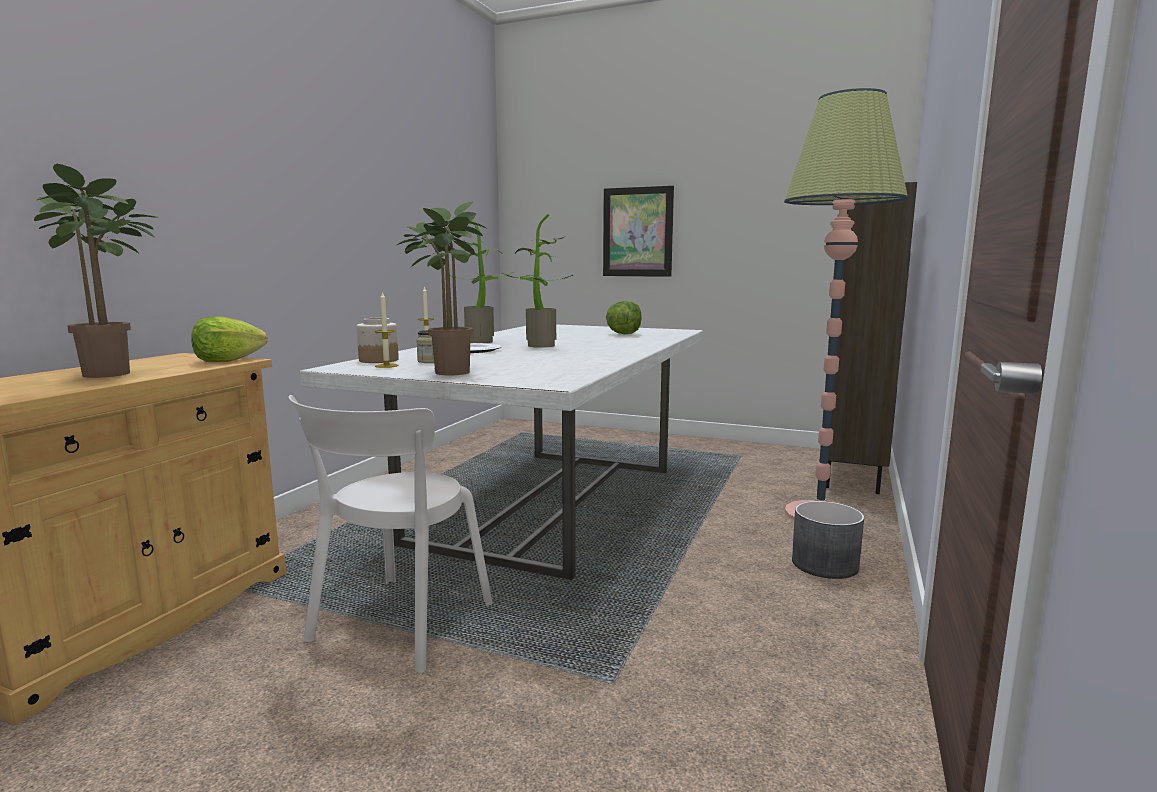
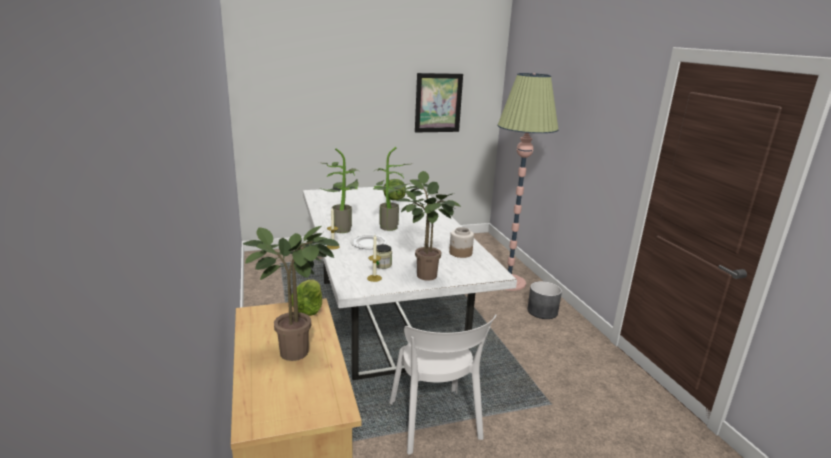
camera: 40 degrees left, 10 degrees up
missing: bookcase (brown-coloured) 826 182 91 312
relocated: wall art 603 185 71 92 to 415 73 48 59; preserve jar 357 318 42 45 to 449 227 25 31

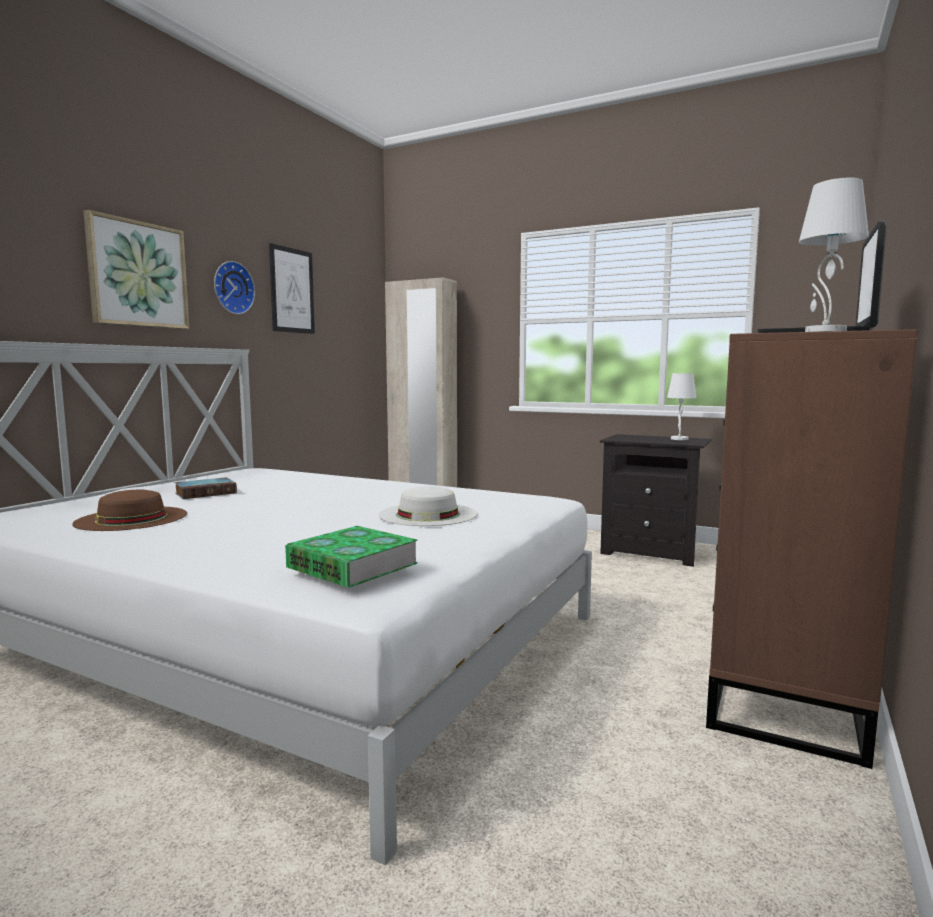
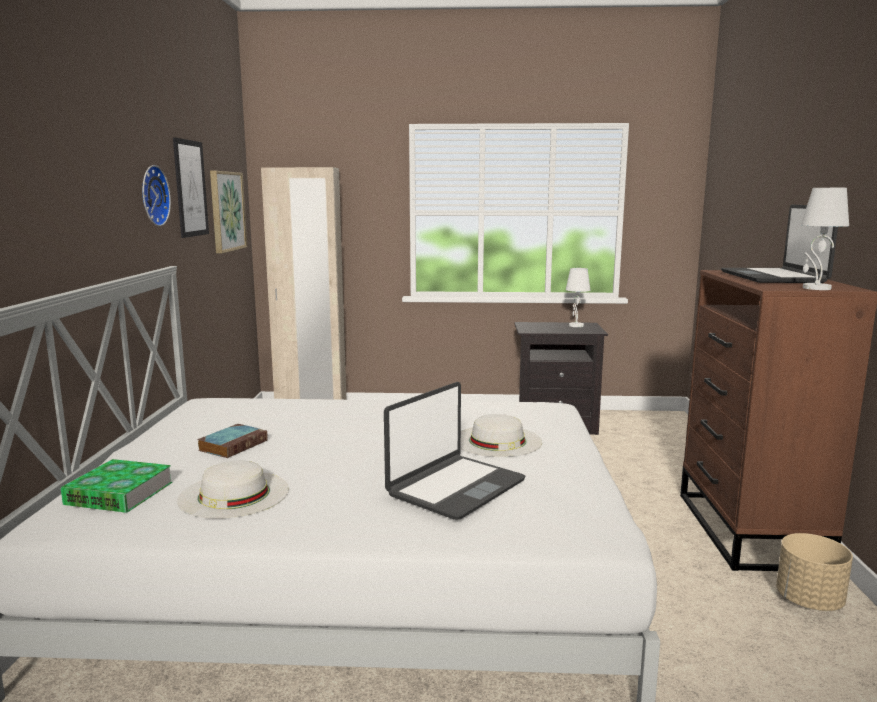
camera: 25 degrees left, 5 degrees up
appeared: laptop 384 382 141 138; plant pot (beige) 776 533 77 78
relocated: wall art 83 210 107 119 to 210 171 37 83; volume 285 526 133 62 to 61 459 111 54
colour: clothing hat (brown-coloured) 72 490 115 41 to clothing hat (white) 177 461 112 58

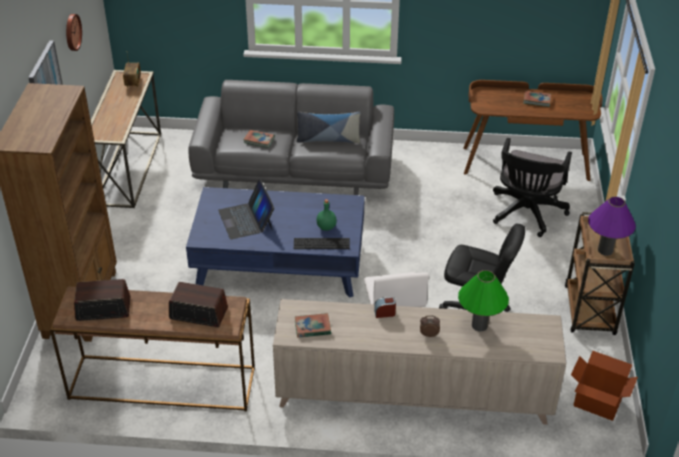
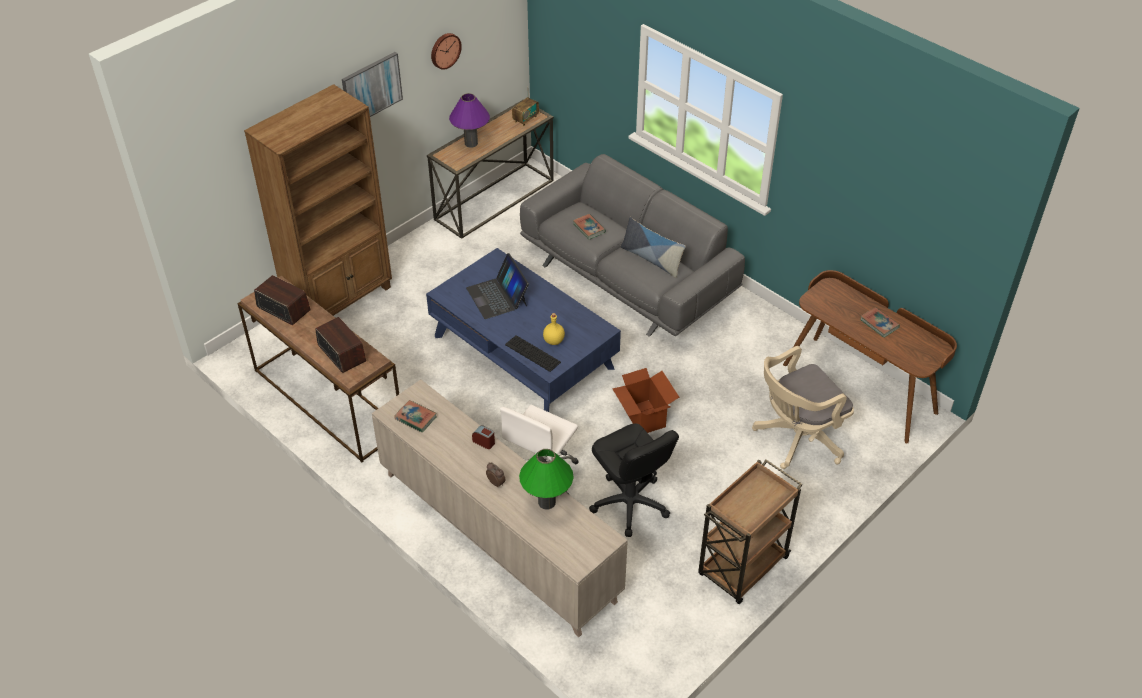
camera: 40 degrees right, 5 degrees up
relocated: tabletop lamp (purplish) 588 197 48 59 to 449 93 41 55; packing box 571 351 67 70 to 612 368 67 65
colour: desk chair (black-coloured) 493 138 79 99 to desk chair (beige) 752 346 102 123; drink bottle (green) 316 199 21 32 to drink bottle (yellow) 543 313 22 32
spun: laptop 218 179 56 61 = 466 253 63 66 45 degrees counterclockwise

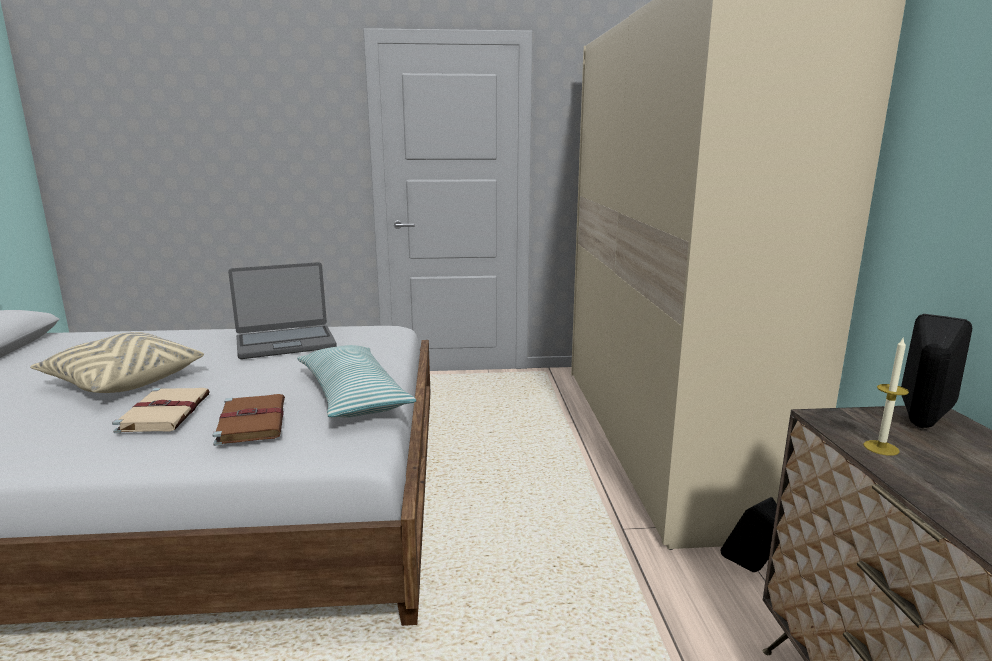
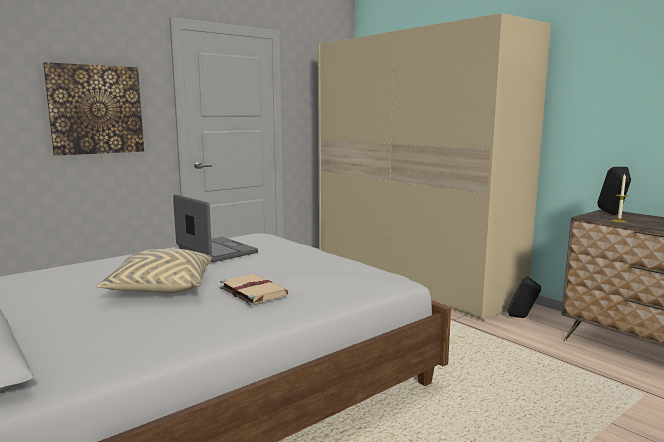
camera: 35 degrees left, 5 degrees down
missing: pillow 297 345 119 73; volume (brown-coloured) 212 394 73 52
appeared: wall art 43 62 101 94
spun: laptop 228 262 109 97 = 173 194 85 68 75 degrees counterclockwise

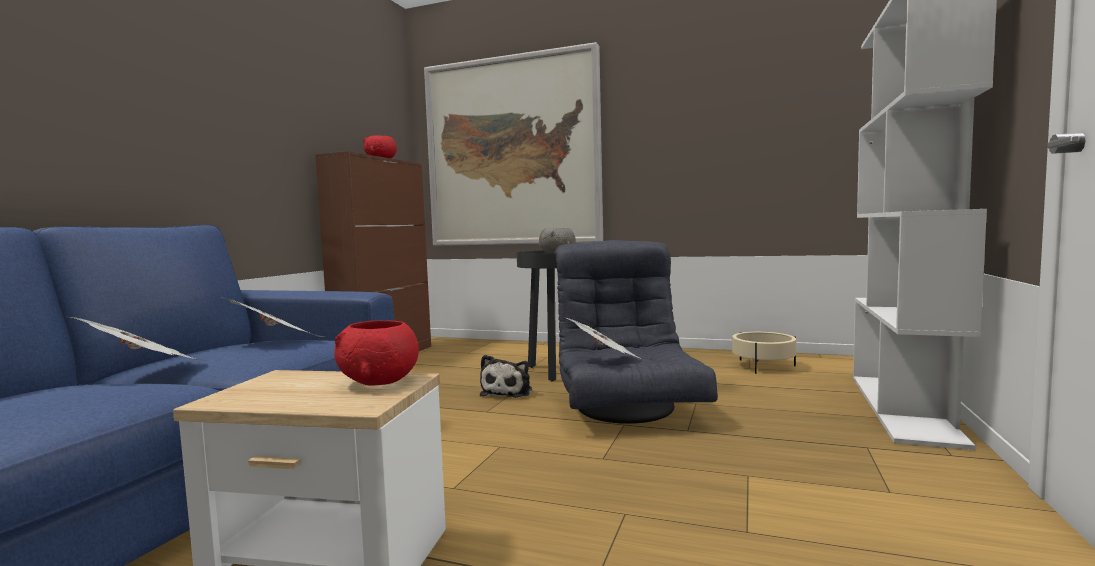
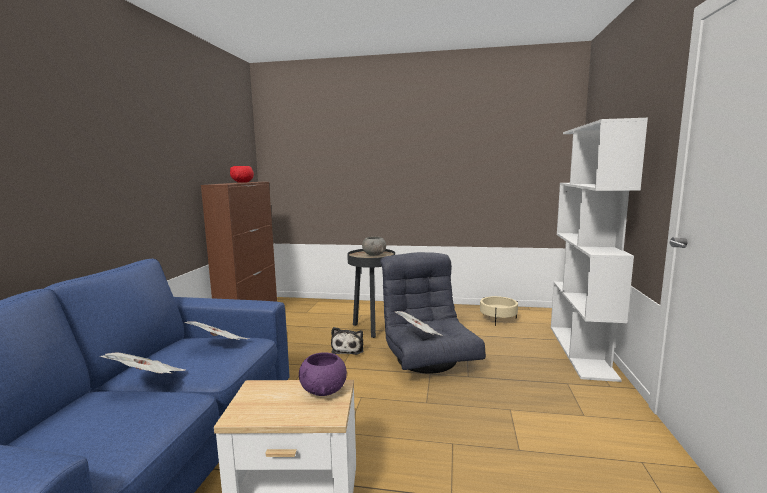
camera: 10 degrees left, 5 degrees up
missing: wall art 424 42 179 204
colour: serving bowl (reddish) 335 320 84 66 to serving bowl (purplish) 299 352 48 44

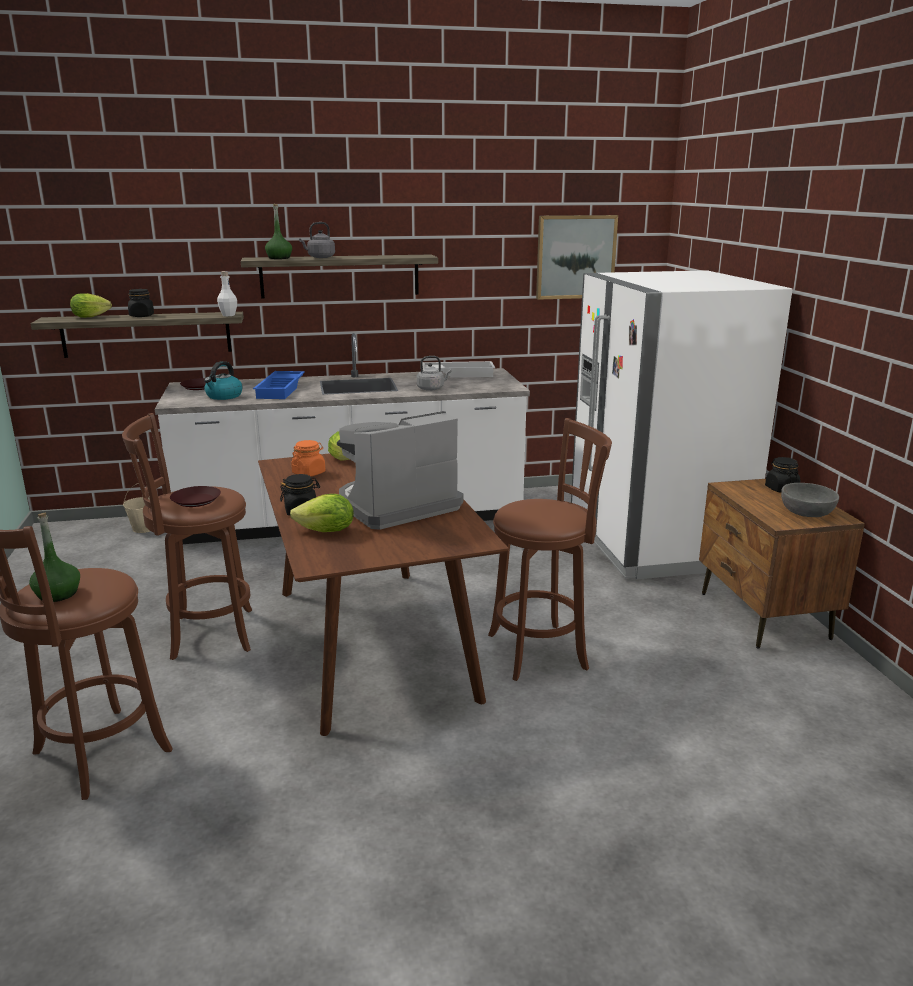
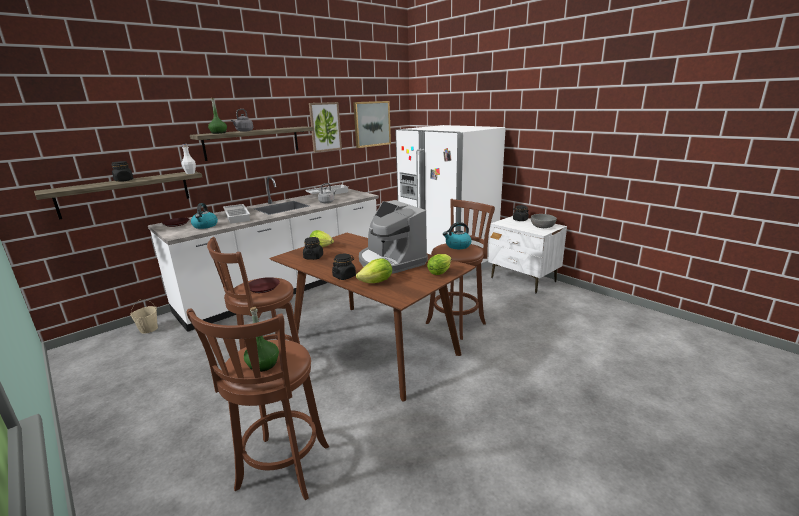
camera: 30 degrees left, 0 degrees up
appeared: wall art 309 102 33 51; water kettle 443 222 29 27
relocated: head of lettuce 70 293 42 25 to 427 254 24 21
colour: tray (blue) 253 371 52 28 to tray (white) 223 204 27 20; preserve jar (orange-coloured) 291 440 34 36 to preserve jar (black-coloured) 303 237 20 23; night table (brown-coloured) 699 479 166 170 to night table (white) 488 216 79 77
spun: coffee brewer 337 411 126 119 = 359 200 69 74 60 degrees counterclockwise

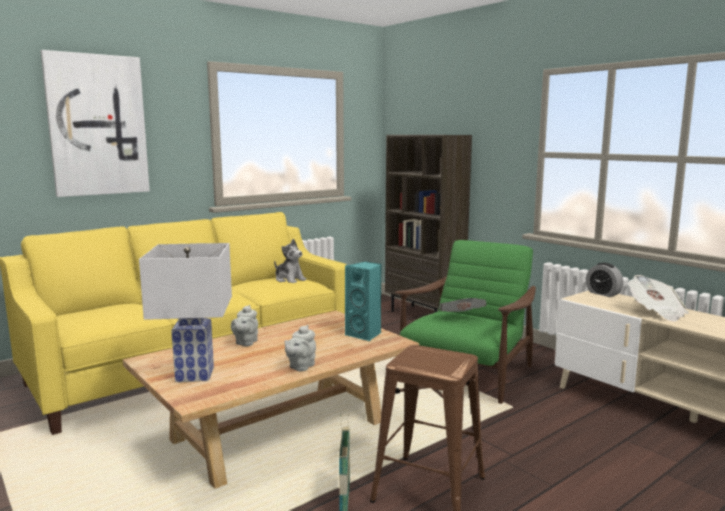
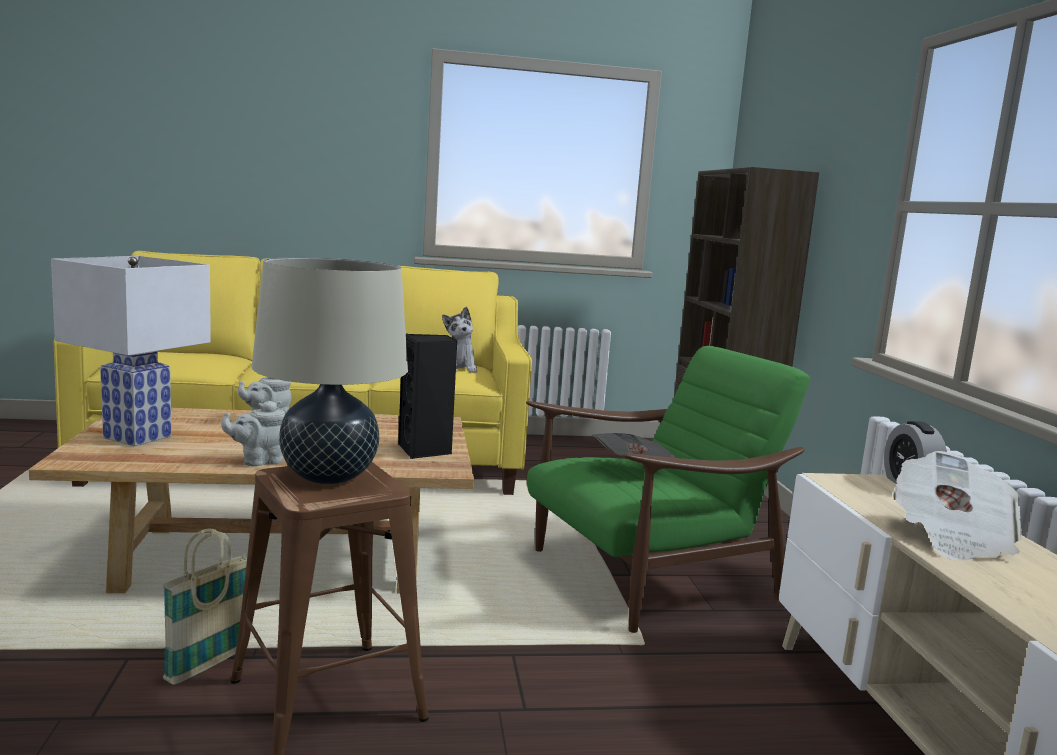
camera: 30 degrees right, 0 degrees up
missing: wall art 41 50 109 147
appeared: tabletop lamp (beige) 252 257 156 227
colour: loudspeaker (turquoise-coloured) 345 261 36 80 to loudspeaker (black-coloured) 398 334 59 125

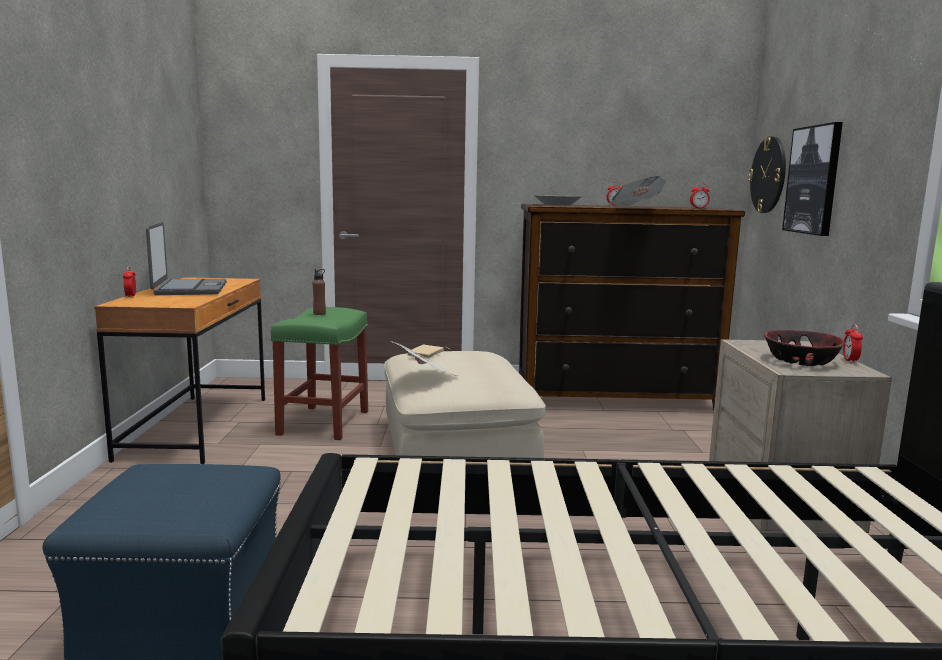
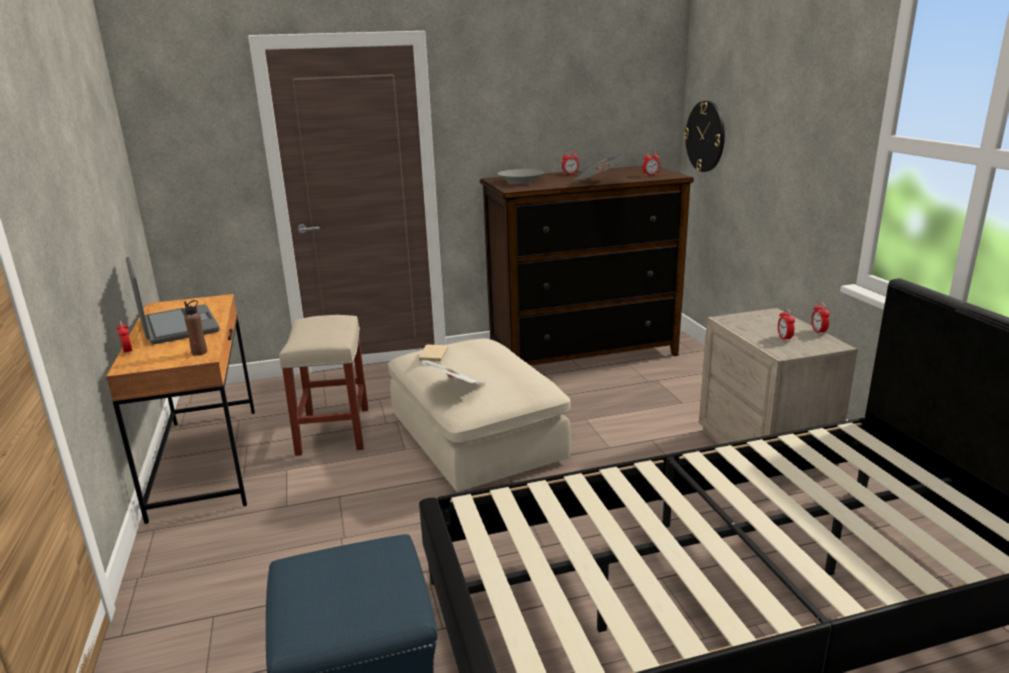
camera: 15 degrees left, 10 degrees up
missing: wall art 782 122 61 114
relocated: drink bottle (brown-coloured) 313 269 13 46 to 184 300 23 56
exchanged: serving bowl 764 330 81 36 to table clock 778 309 17 33
colour: stool (green) 271 307 97 133 to stool (beige) 279 315 89 141

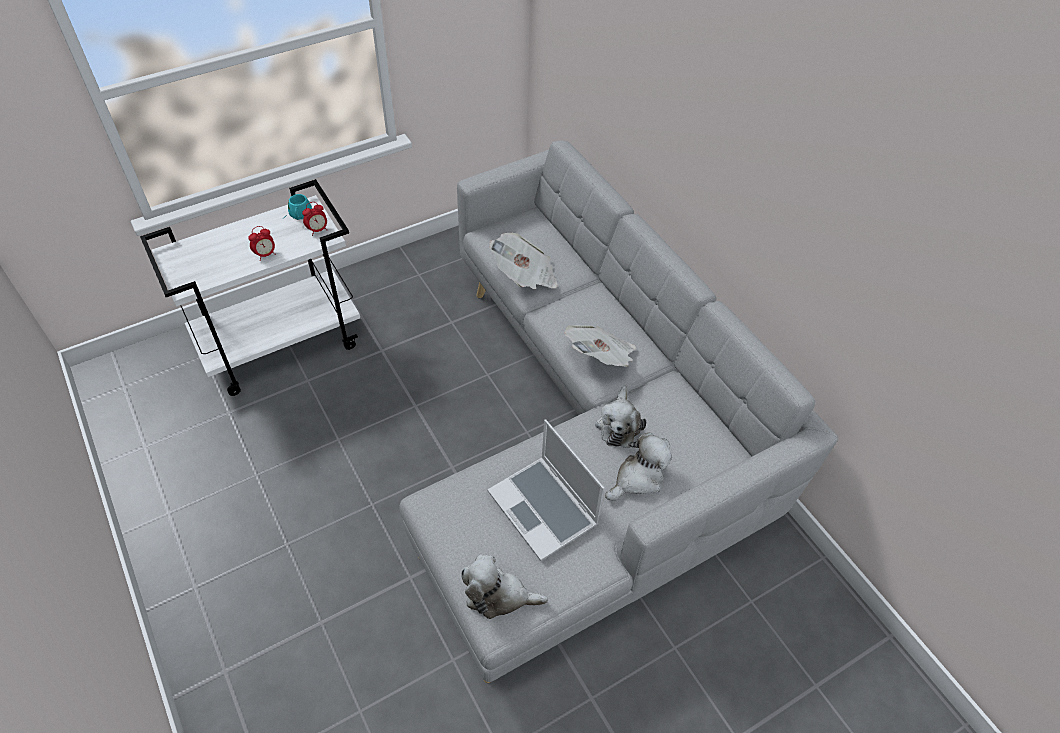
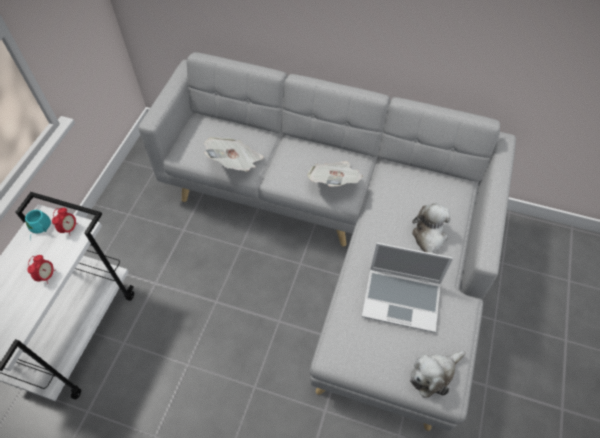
camera: 40 degrees left, 5 degrees up
missing: soft toy 595 385 51 63

